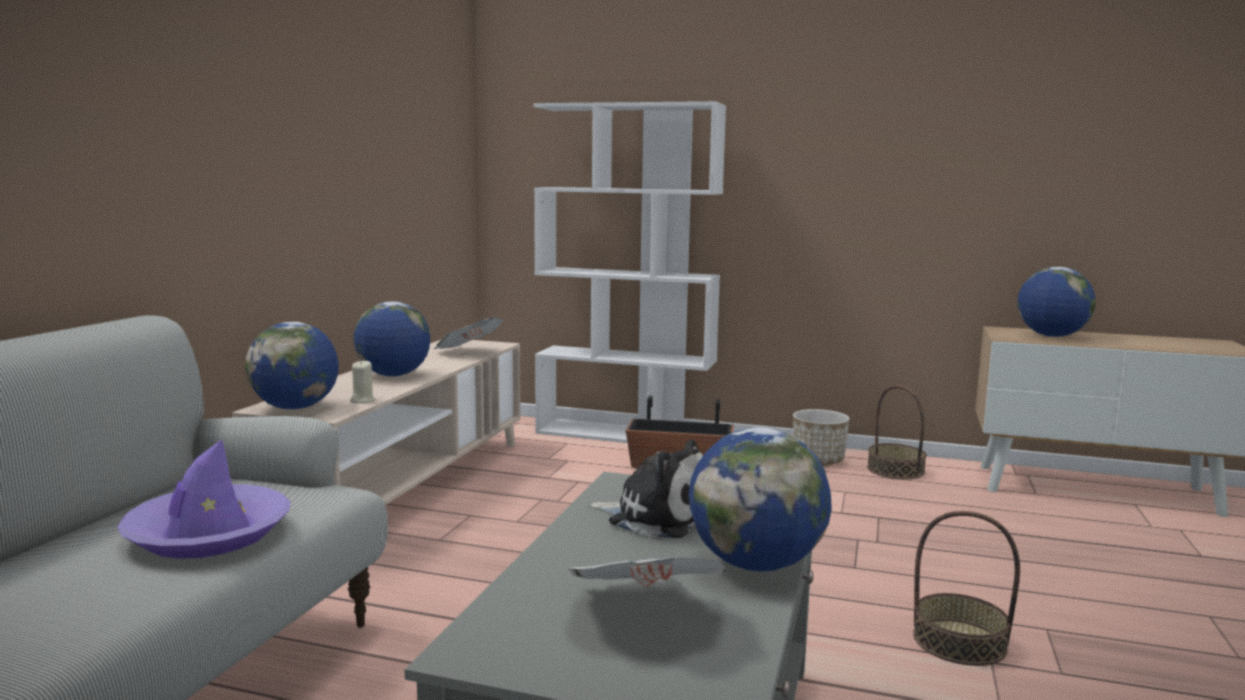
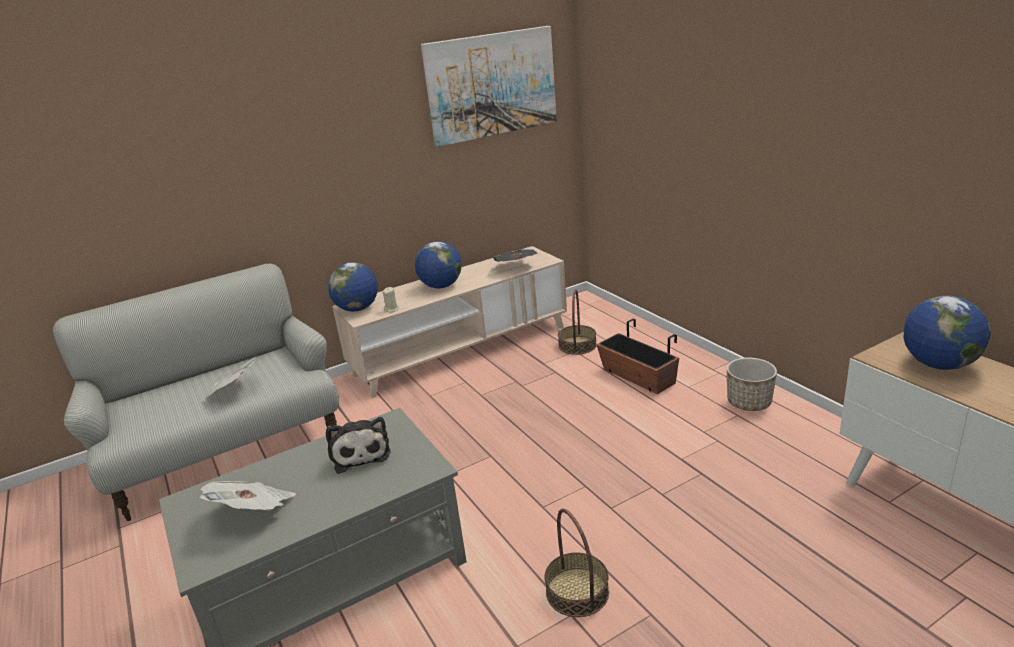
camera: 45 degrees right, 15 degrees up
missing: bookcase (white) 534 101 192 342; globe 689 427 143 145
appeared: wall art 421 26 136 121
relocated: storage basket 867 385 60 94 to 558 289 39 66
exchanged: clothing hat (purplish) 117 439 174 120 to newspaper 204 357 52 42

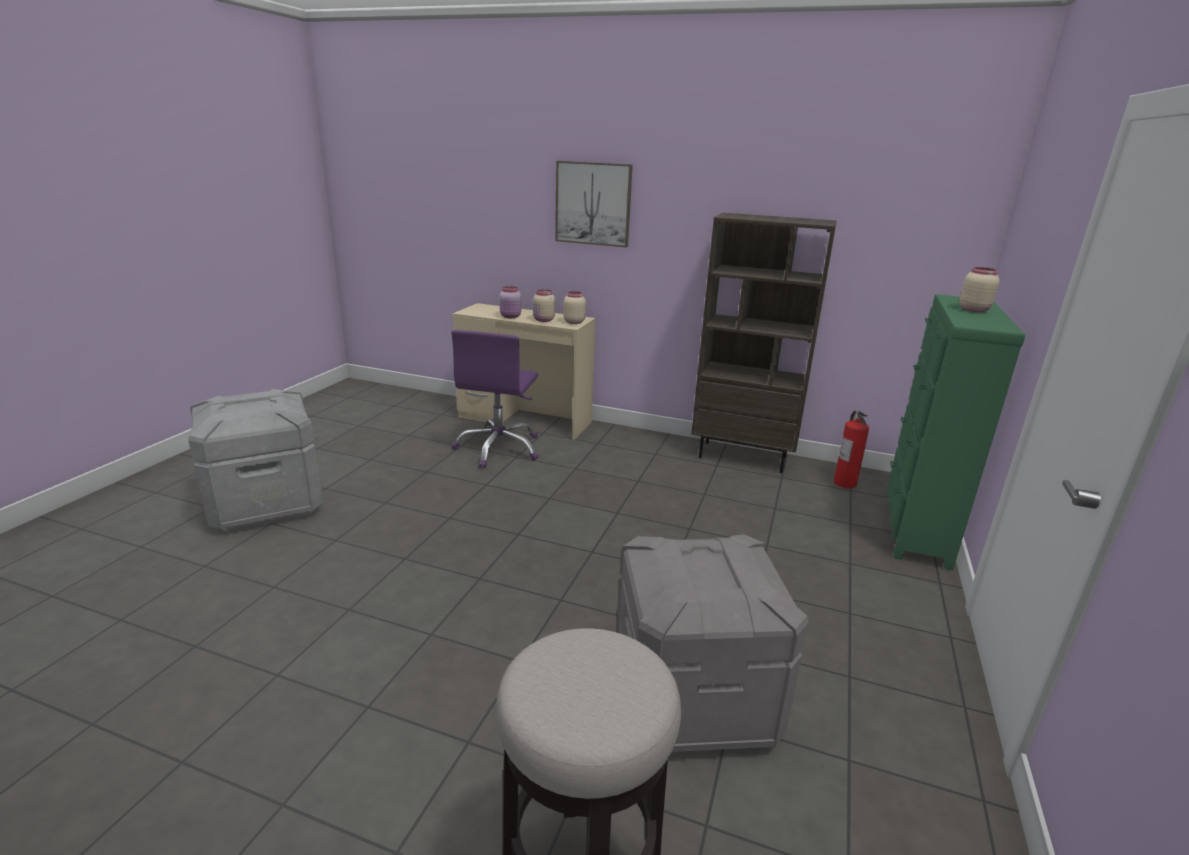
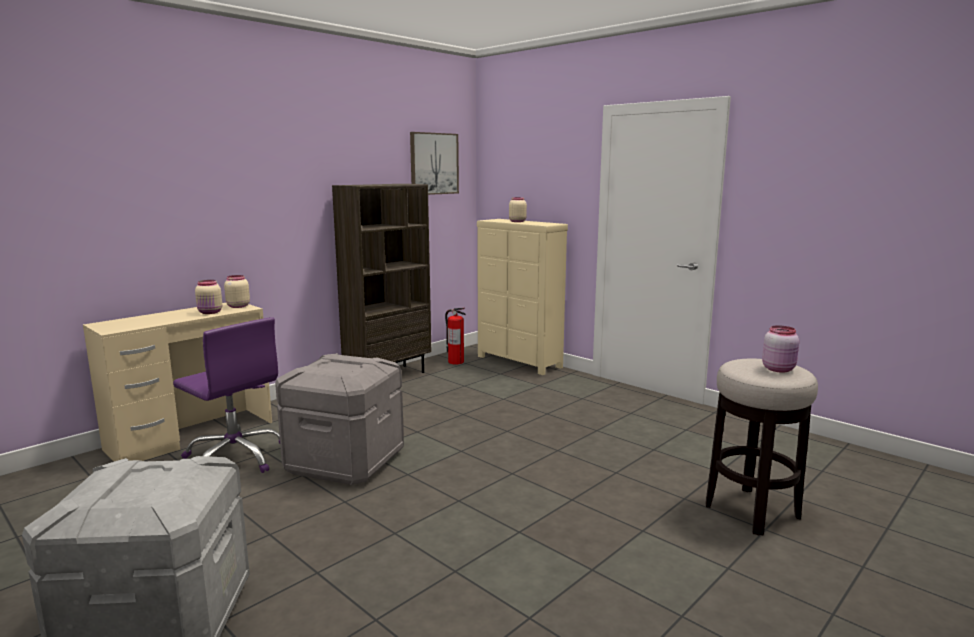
camera: 65 degrees left, 10 degrees down
relocated: wall art 555 161 78 86 to 410 132 49 63; preserve jar (pink) 499 286 22 32 to 762 325 37 48; storage container (gray) 616 534 193 218 to 275 353 129 132
colour: chest of drawers (green) 887 294 138 277 to chest of drawers (beige) 477 219 91 156

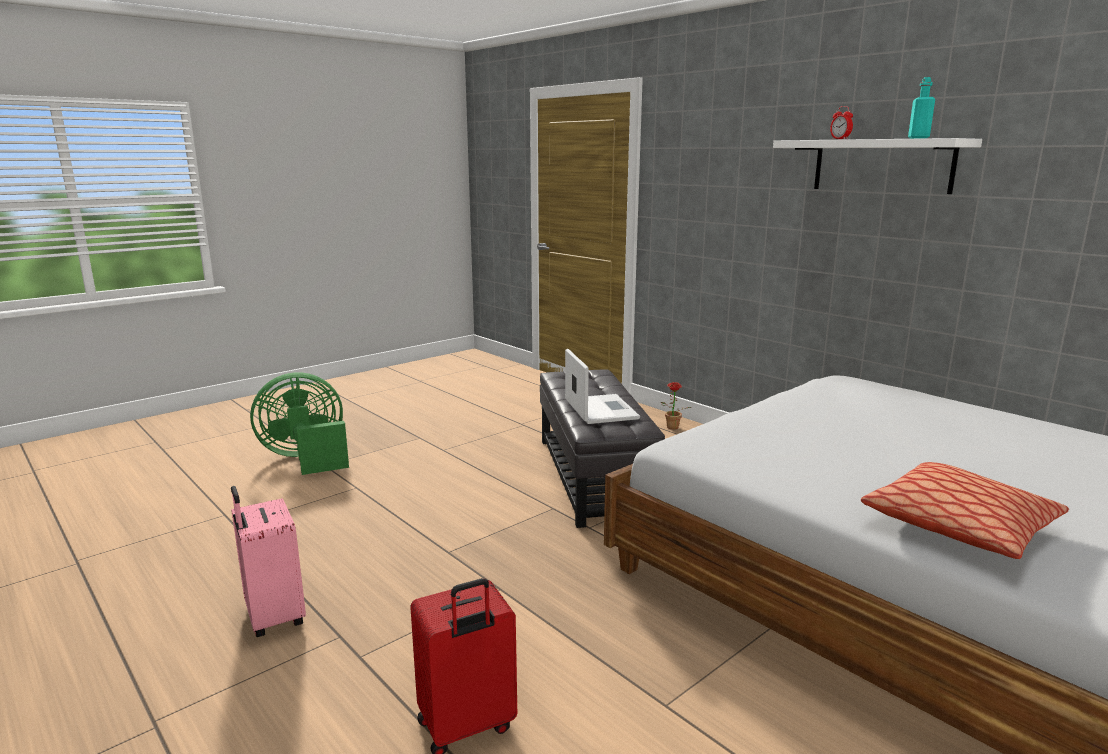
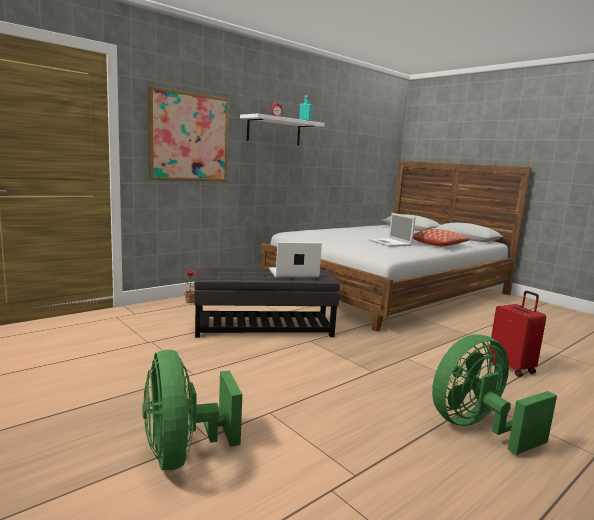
camera: 90 degrees left, 5 degrees down
appeared: wall art 148 86 81 96; laptop 368 213 47 34
exchanged: suitcase (pink) 231 486 75 151 to fan (green) 432 334 125 121

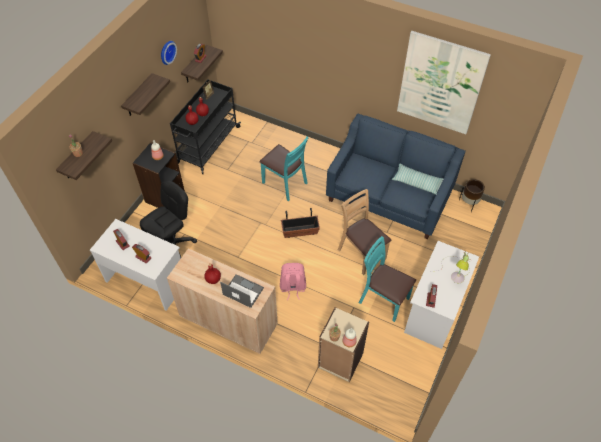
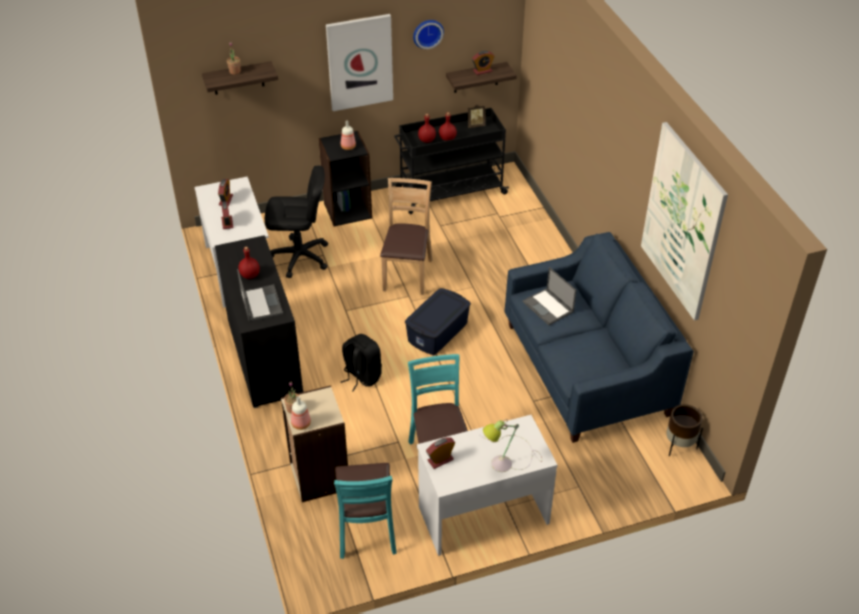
camera: 45 degrees right, 10 degrees down
missing: pillow 392 164 51 31
appeared: laptop 522 267 54 58
relocated: chair (turquoise-coloured) 259 137 50 64 to 334 463 63 96; chair (brown-coloured) 338 189 53 86 to 380 178 52 117
exchanged: wall shelf 121 73 49 43 to wall art 326 14 67 97; plant pot 281 208 39 30 to storage container (blue) 405 288 66 67
colour: cupboard (beige) 167 248 111 106 to cupboard (black-coloured) 215 235 88 173; backpack (pink) 280 263 26 37 to backpack (black-coloured) 341 334 41 57

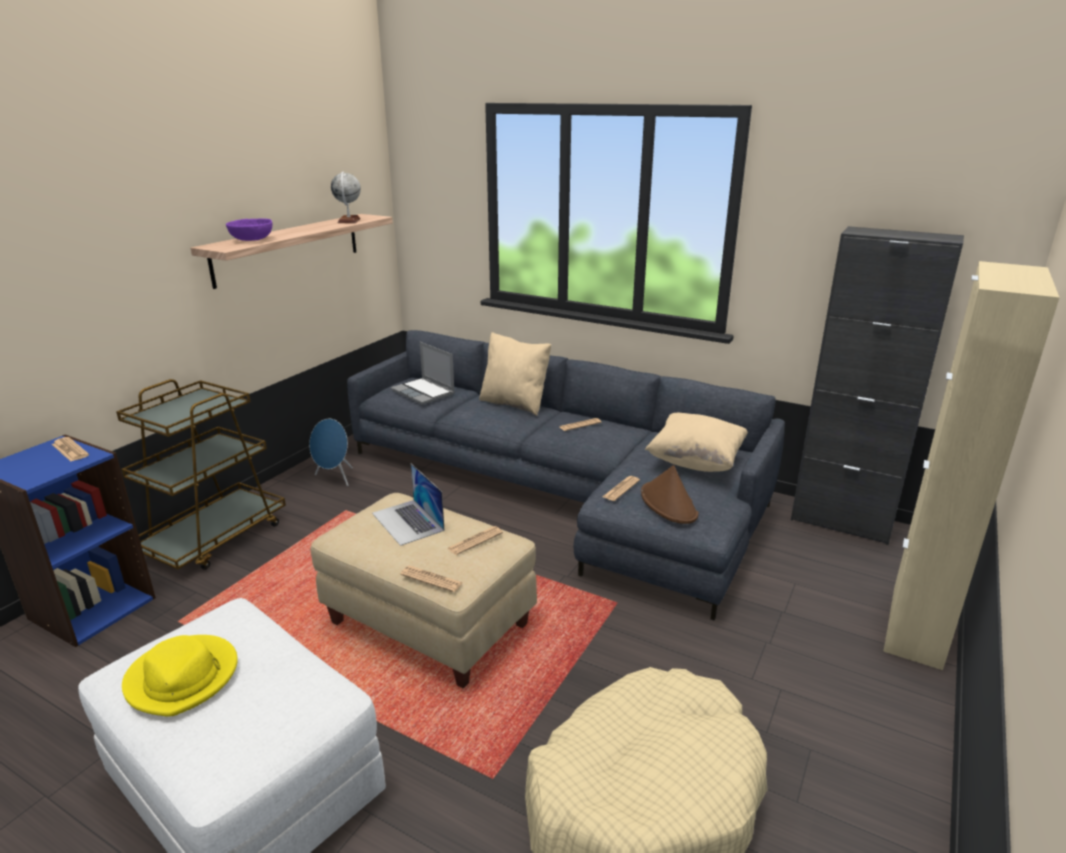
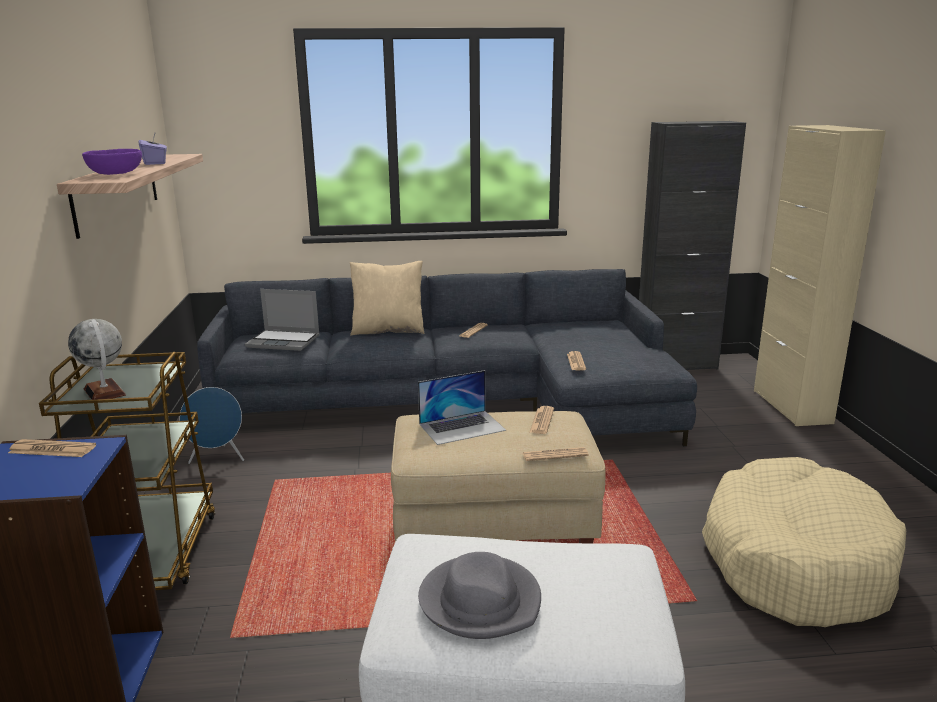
camera: 35 degrees left, 5 degrees down
missing: pillow (beige) 645 413 103 59; clothing hat (brown-coloured) 641 465 57 59
appeared: box of tissues (purplish) 139 132 28 33
relocated: globe 331 171 30 52 to 68 319 58 81
colour: clothing hat (yellow) 122 635 116 82 to clothing hat (gray) 418 552 123 87
spun: laptop 372 464 73 82 = 418 370 88 75 45 degrees counterclockwise

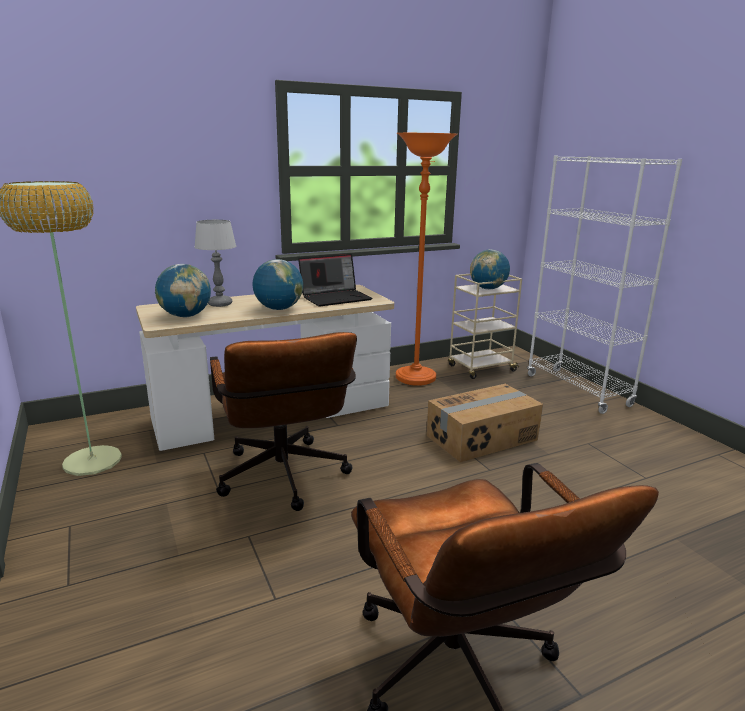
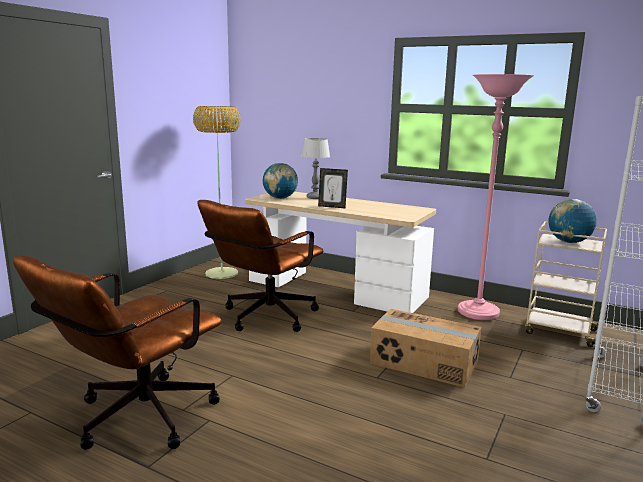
camera: 55 degrees right, 5 degrees down
missing: laptop 298 254 74 53
exchanged: globe 252 259 51 51 to standing frame 318 168 30 40
colour: standing lamp (orange-coloured) 396 133 62 253 to standing lamp (pink) 458 74 76 246

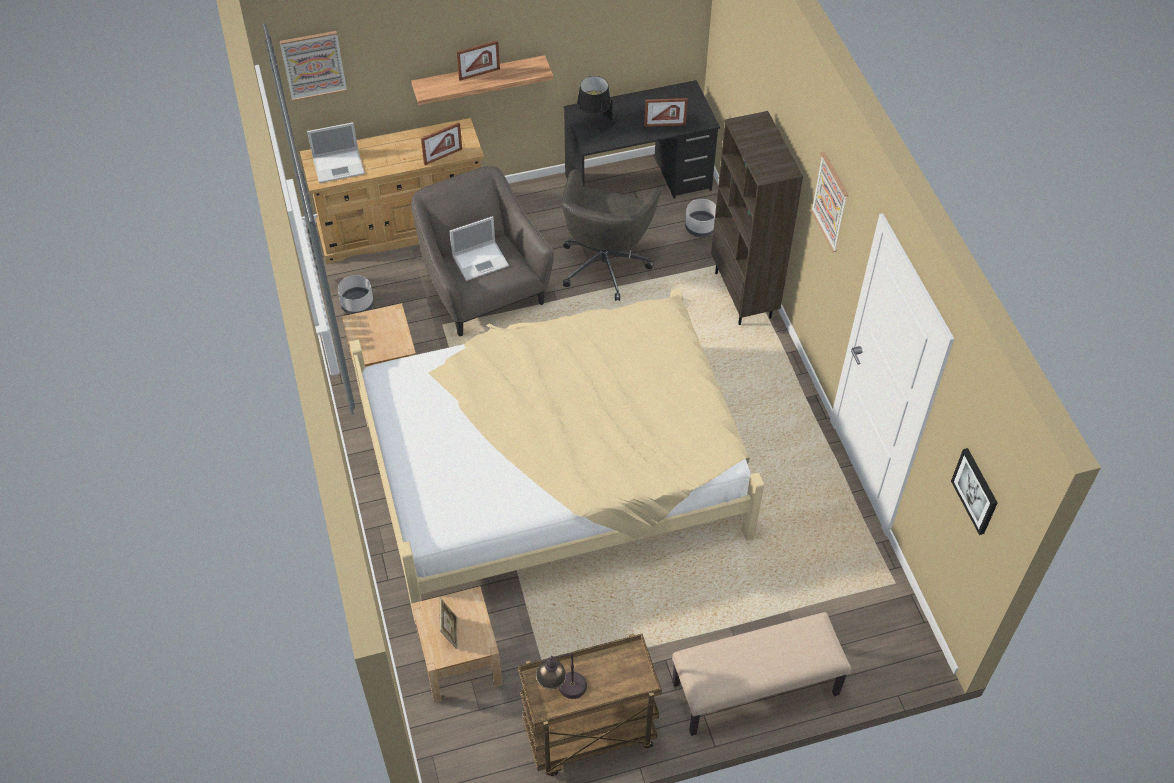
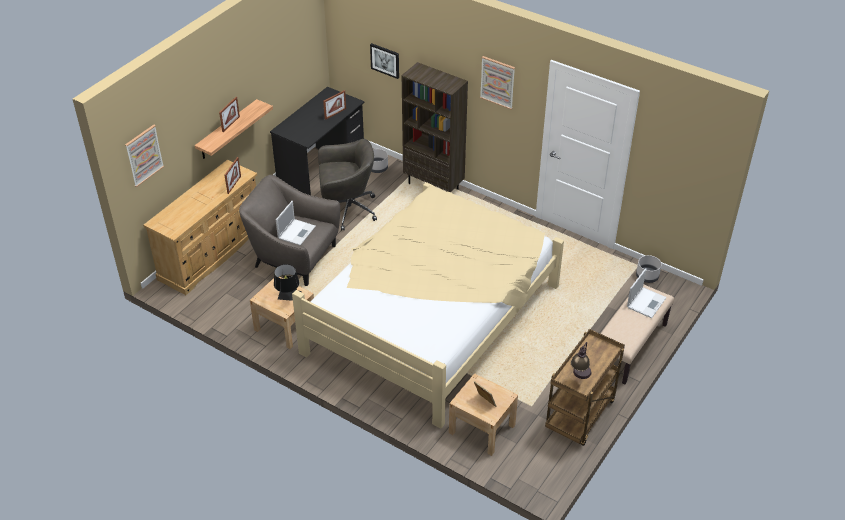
camera: 40 degrees left, 10 degrees down
relocated: tabletop lamp (black-coloured) 577 76 39 56 to 274 264 28 37; laptop 307 122 58 61 to 627 268 40 50; plant pot (gray) 338 275 36 39 to 636 255 26 28; wall art 951 448 47 87 to 370 43 29 36
spun: desk chair (gray) 561 169 100 132 = 318 139 59 92 75 degrees counterclockwise

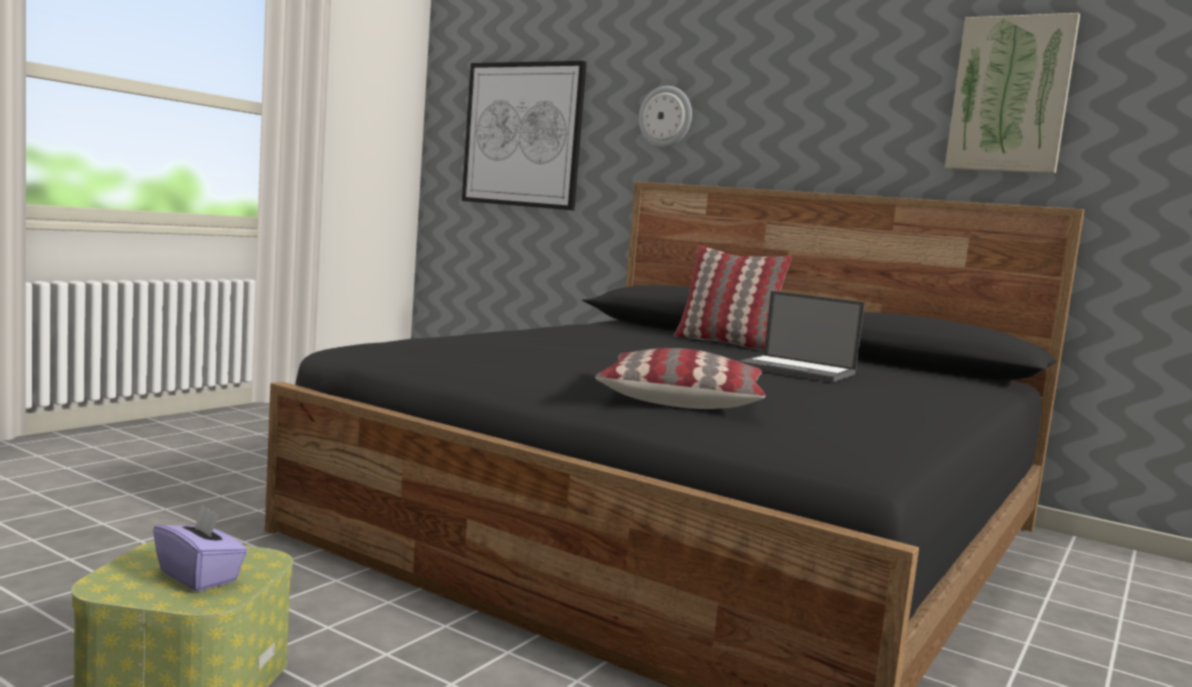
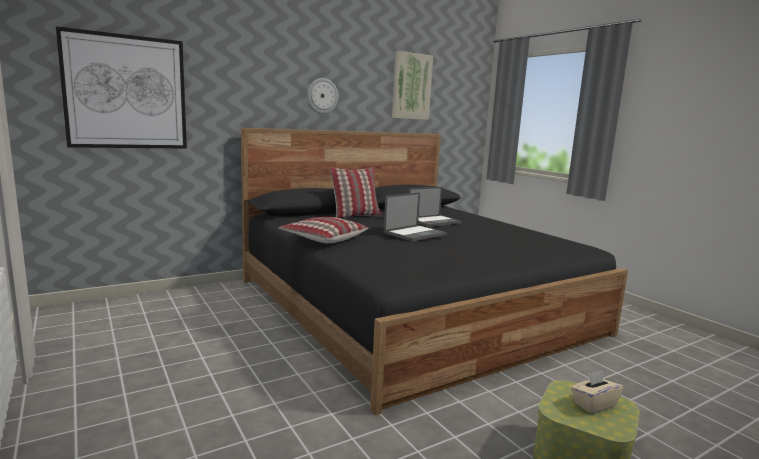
camera: 65 degrees left, 5 degrees up
appeared: laptop 384 192 63 49
relocated: wall clock 639 86 53 61 to 307 78 31 36; pillow 595 348 170 61 to 279 217 89 26
colour: box of tissues (purplish) 153 505 95 87 to box of tissues (beige) 571 370 52 44

